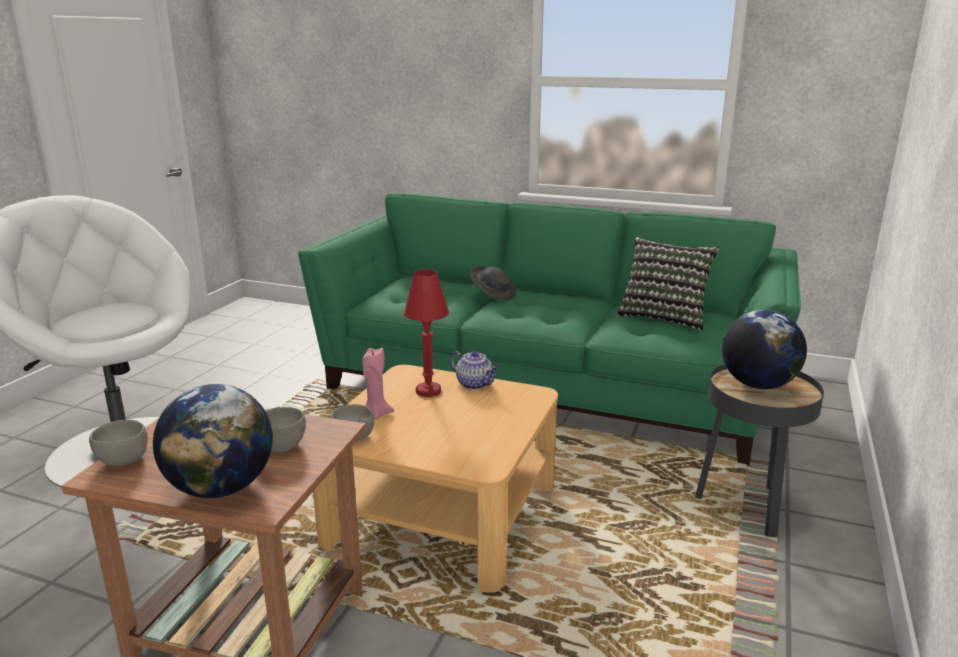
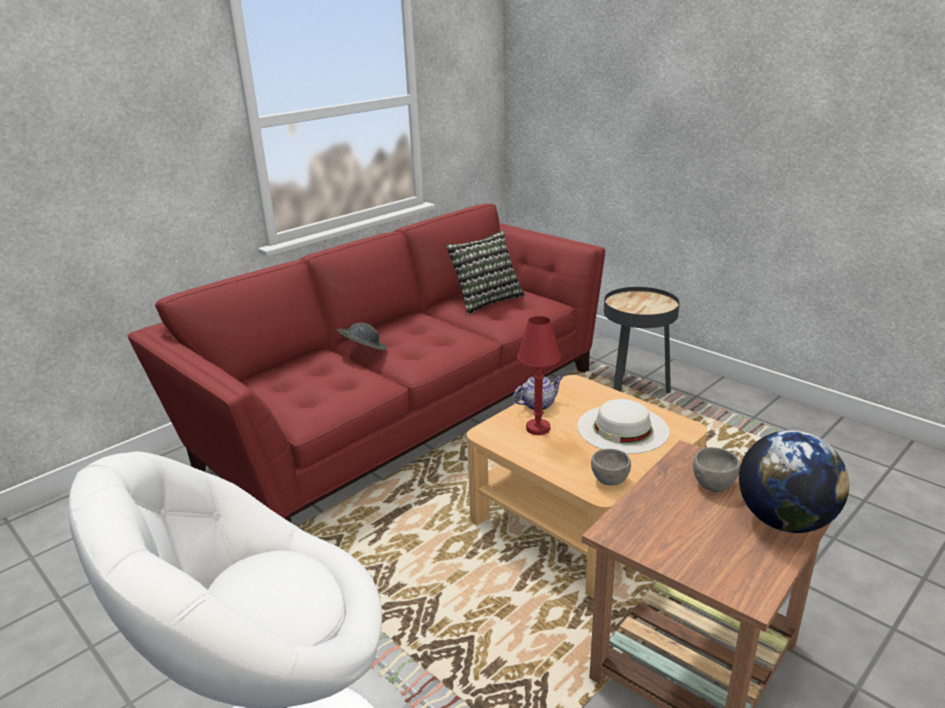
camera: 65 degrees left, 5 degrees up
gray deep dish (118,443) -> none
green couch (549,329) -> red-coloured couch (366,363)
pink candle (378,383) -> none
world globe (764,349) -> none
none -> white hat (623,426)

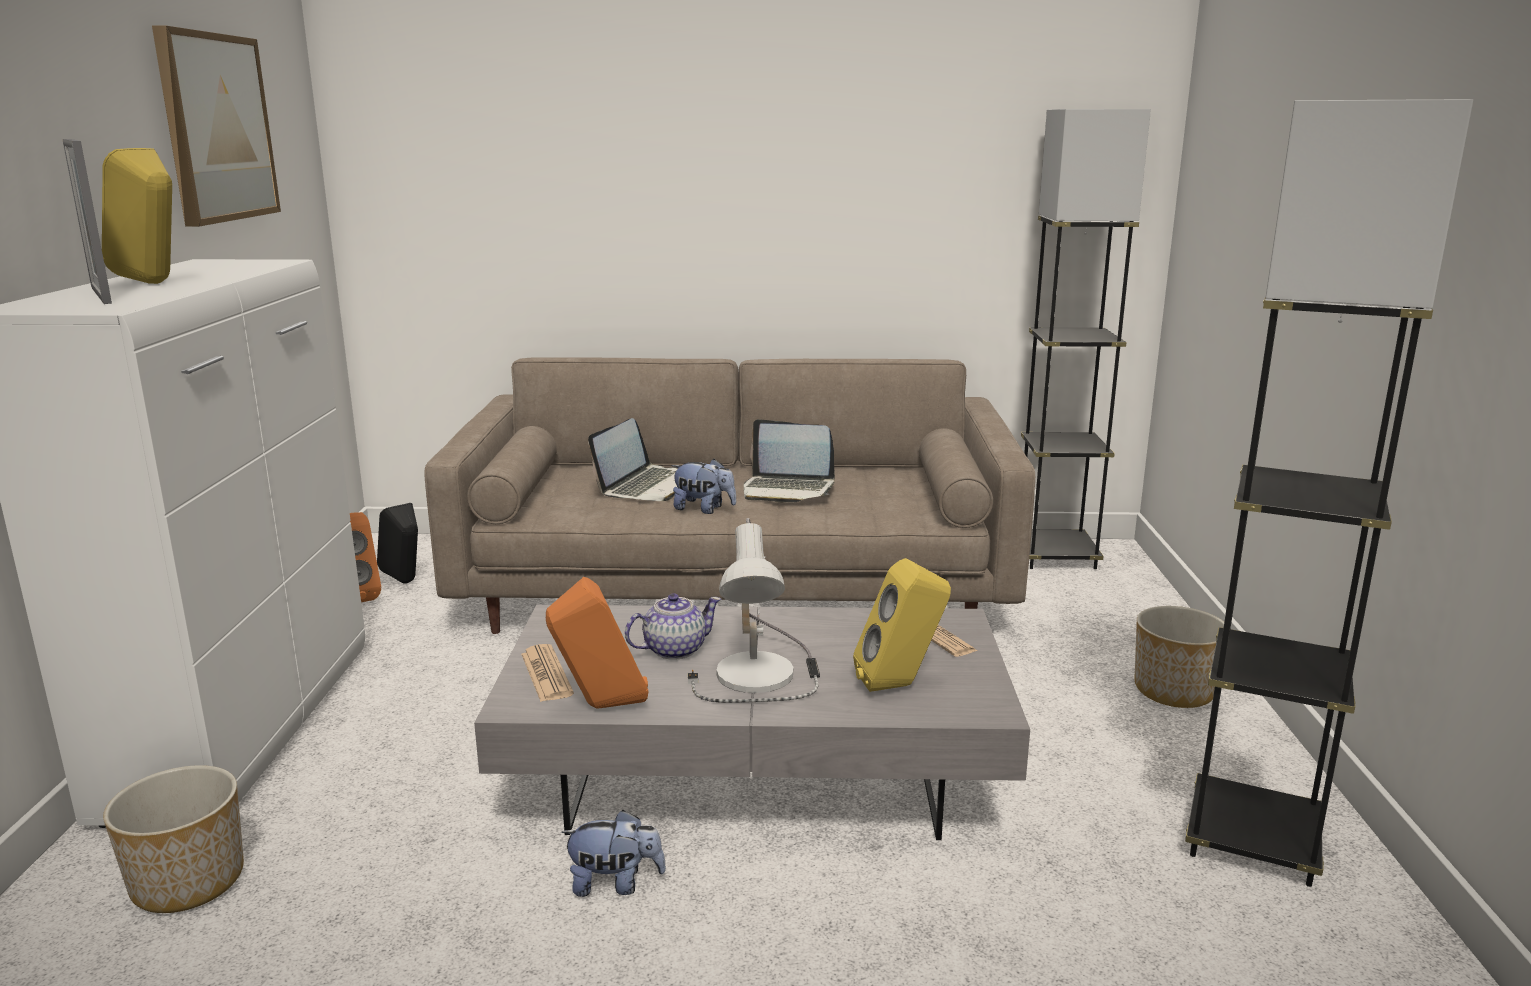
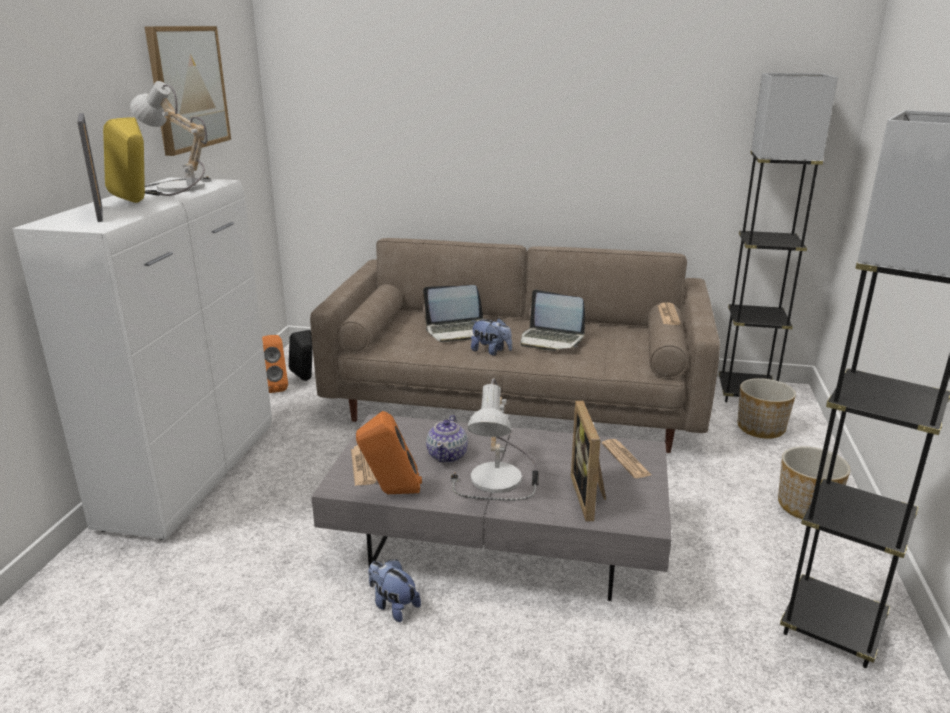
camera: 10 degrees right, 5 degrees up
planter (173,839) -> planter (766,408), relocated
plush toy (613,853) -> plush toy (394,590), 150 degrees counterclockwise
notebook computer (633,459) -> notebook computer (453,313), 45 degrees clockwise
pot for tea (673,626) -> pot for tea (447,439), 120 degrees clockwise
yellow loudspeaker (902,625) -> standing frame (588,461)
none -> tabletop lamp (170,138)
none -> daily paper (669,313)

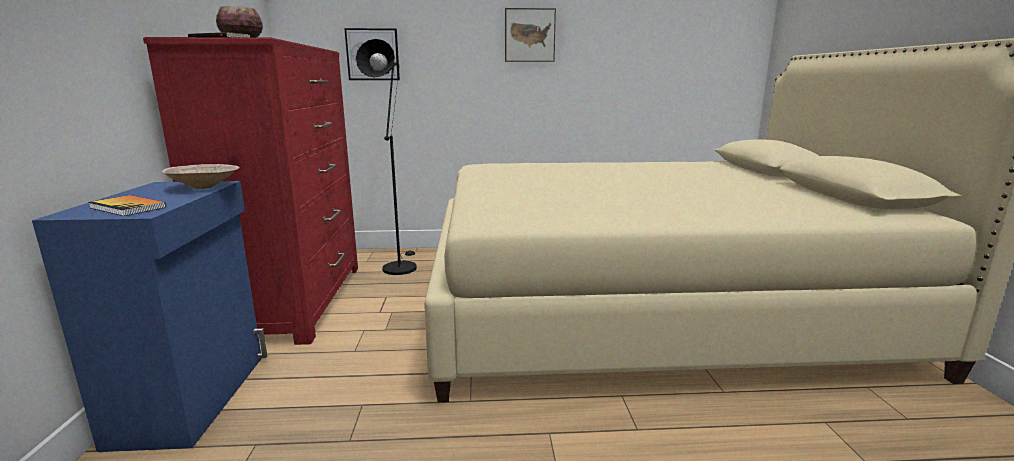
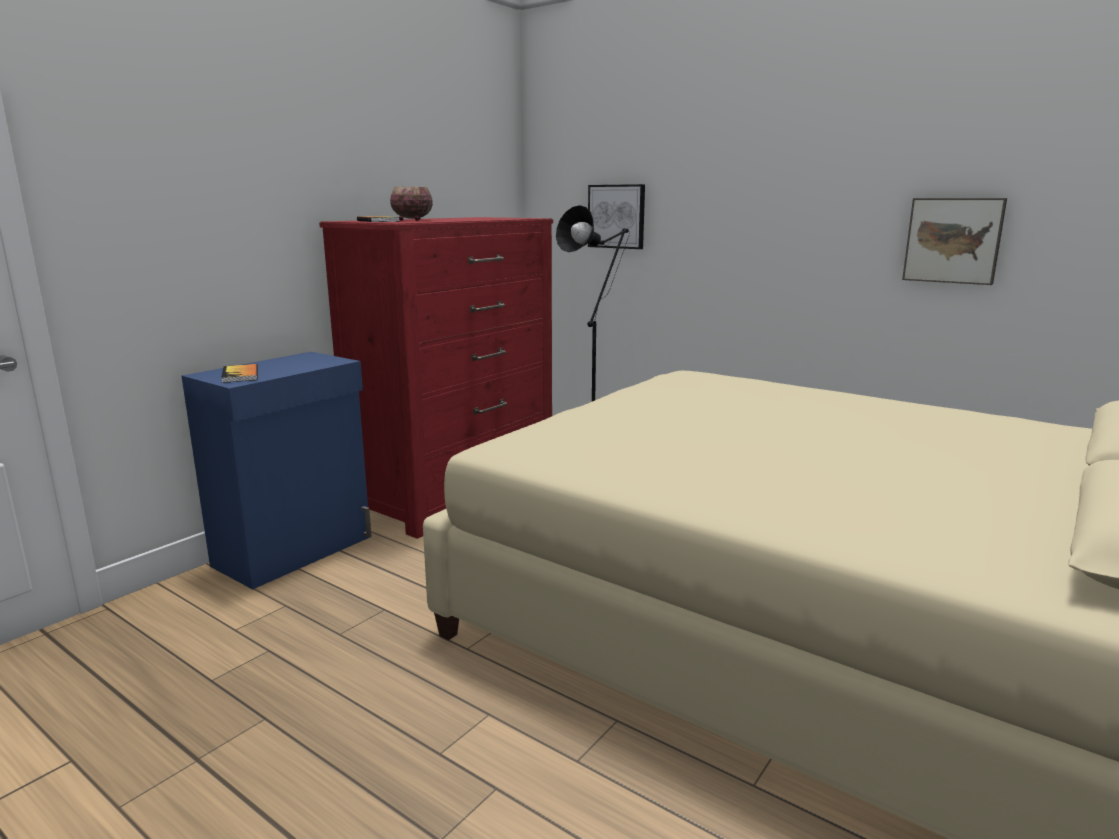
camera: 40 degrees right, 0 degrees up
beige deep dish (201,176) -> none
picture (530,35) -> picture (954,241), relocated

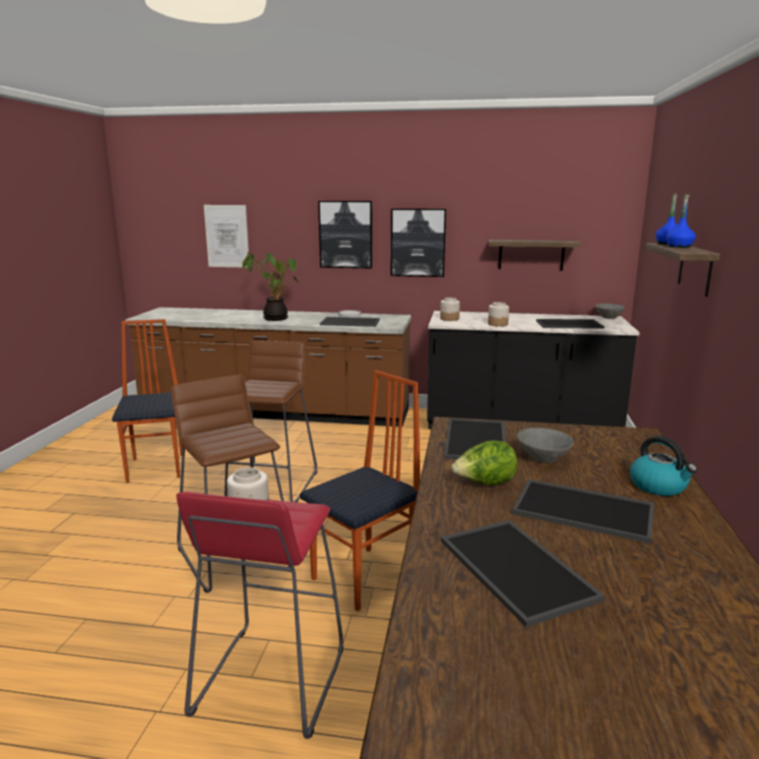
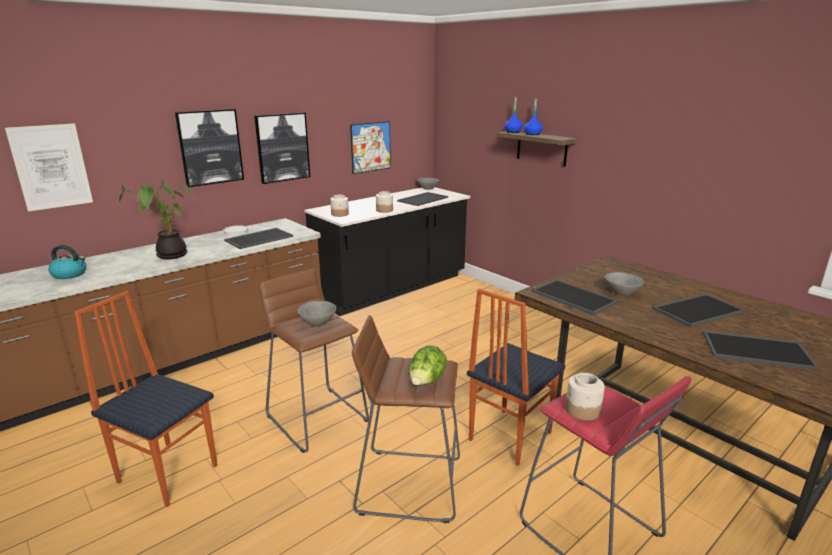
camera: 50 degrees left, 5 degrees up
upright chair (360,490) -> upright chair (516,377), 135 degrees counterclockwise
head of lettuce (484,462) -> head of lettuce (427,365), relocated
shelf (534,255) -> picture (370,147)
tea kettle (663,466) -> tea kettle (67,262), relocated
none -> gray deep dish (316,313)

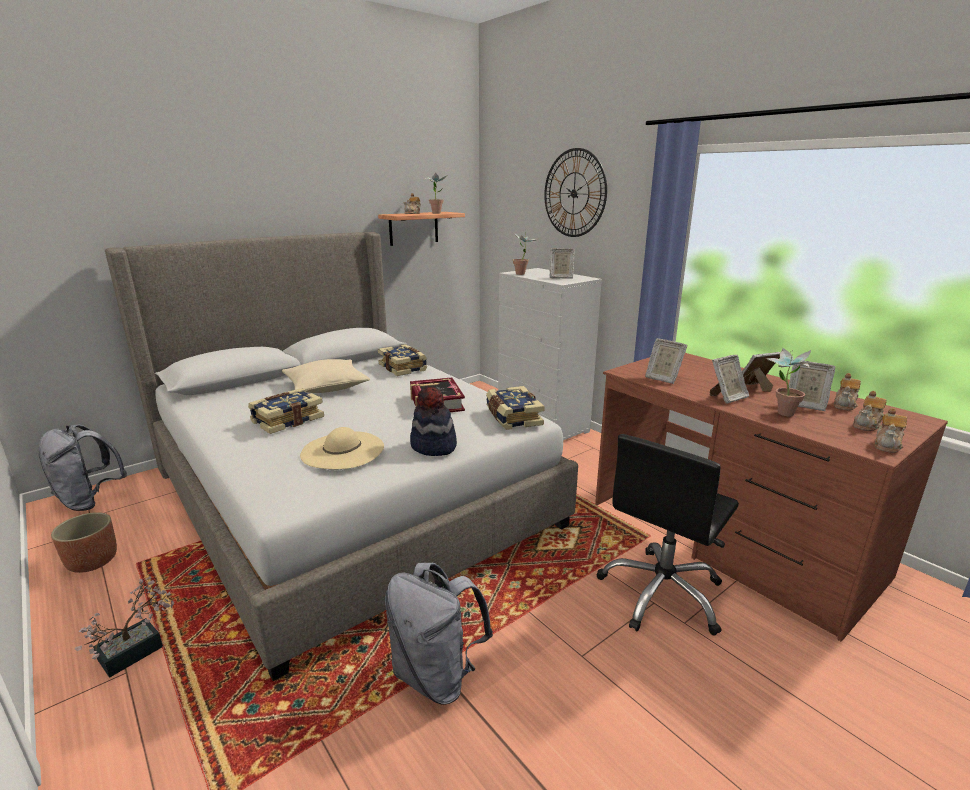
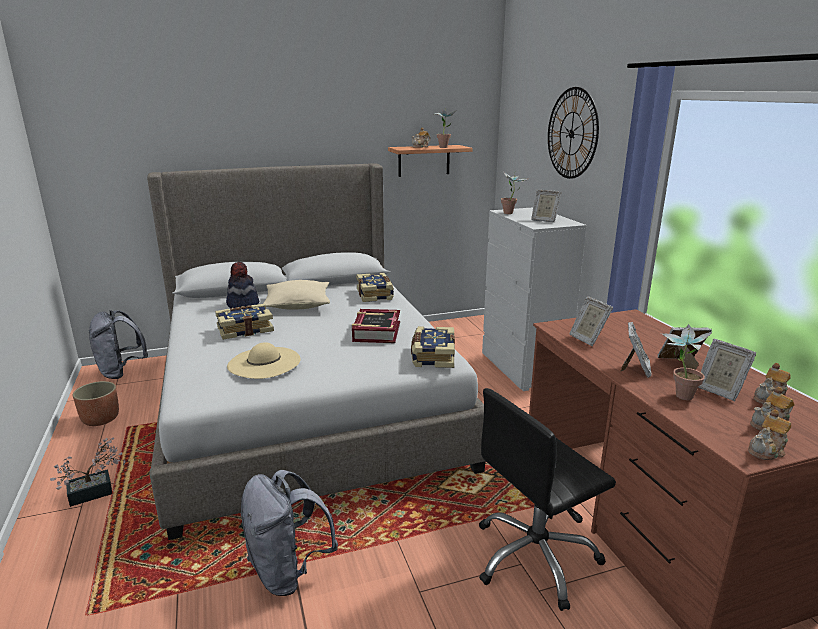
camera: 20 degrees right, 0 degrees up
hat (433,421) -> hat (242,285), relocated
standing frame (729,379) -> standing frame (636,350), 60 degrees counterclockwise

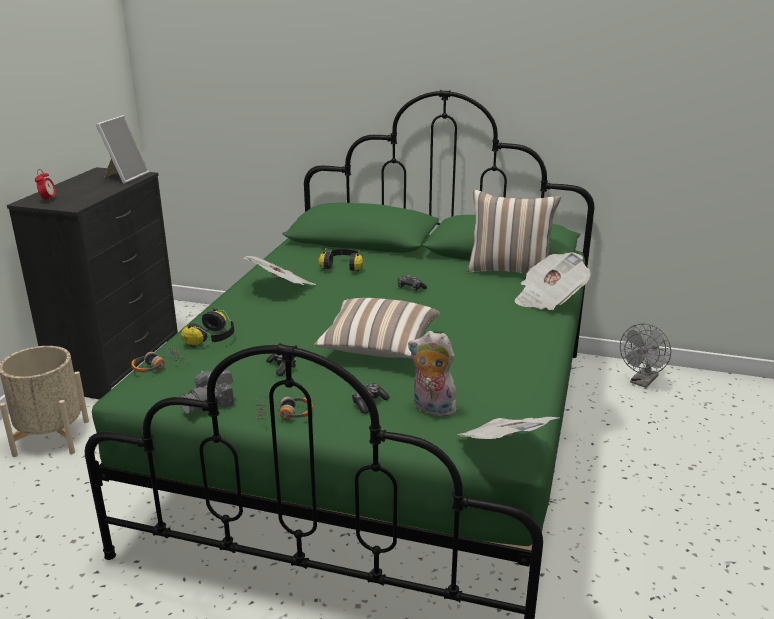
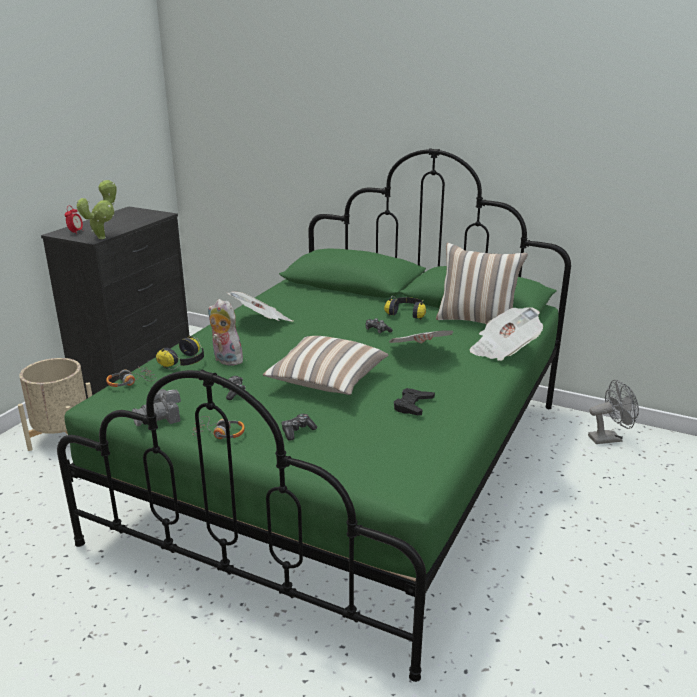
camera: 10 degrees right, 0 degrees up
standing frame (122,149) -> none
headphones (340,260) -> headphones (405,308), relocated
plush toy (433,374) -> plush toy (225,332), relocated
daily paper (507,428) -> daily paper (421,336), relocated
gray fan (645,355) -> gray fan (613,412), 150 degrees counterclockwise
none -> plant in a pot (96,209)
none -> black-coloured game controller (414,401)

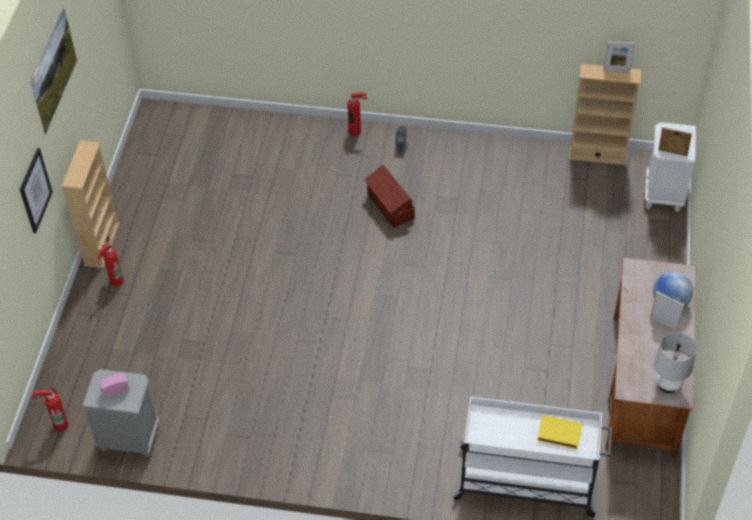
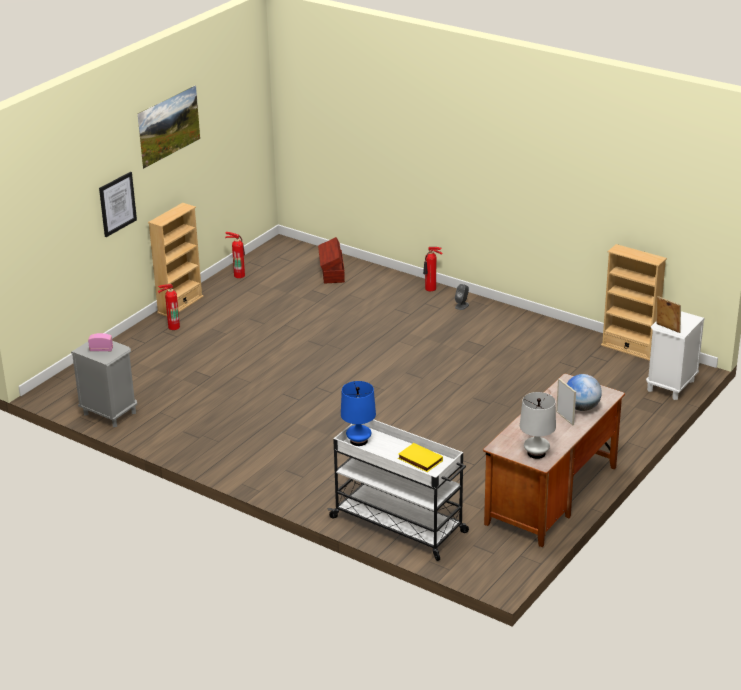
camera: 25 degrees right, 20 degrees down
extinguisher (51,409) -> extinguisher (235,255), relocated
brown-coloured storage box (389,196) -> brown-coloured storage box (331,260), relocated
standing frame (619,57) -> none
none -> bluish tabletop lamp (358,413)

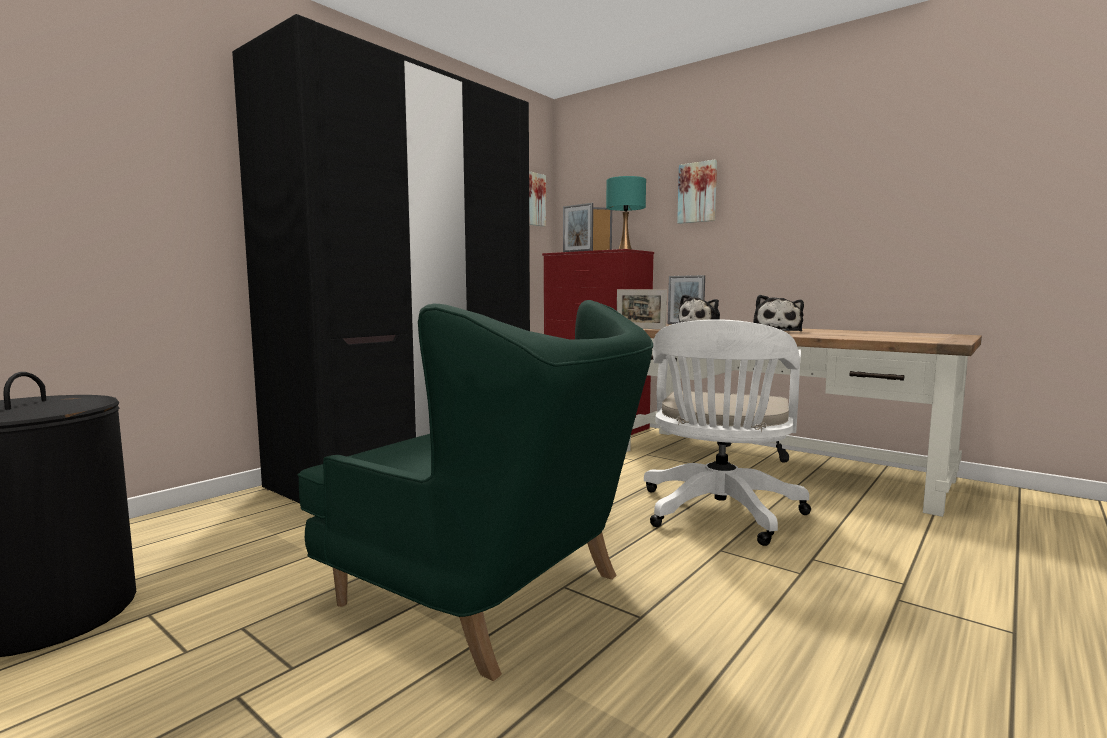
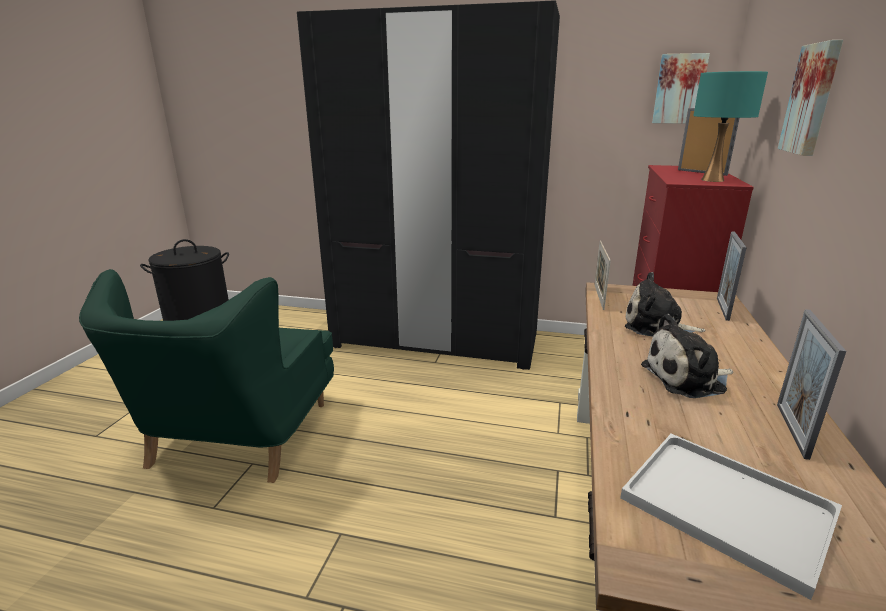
camera: 65 degrees right, 15 degrees up
standing frame (578,227) -> standing frame (811,384), relocated
white office chair (727,432) -> none
none -> white tray (731,517)

